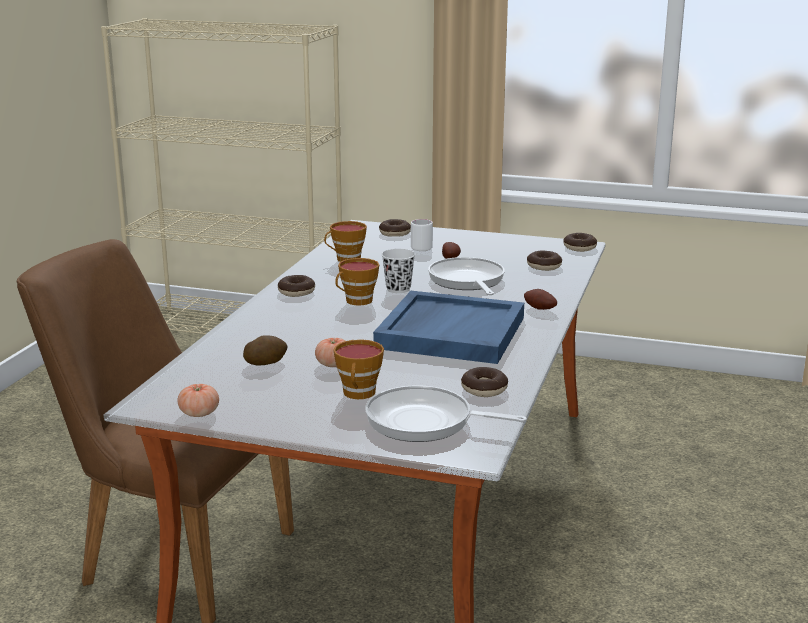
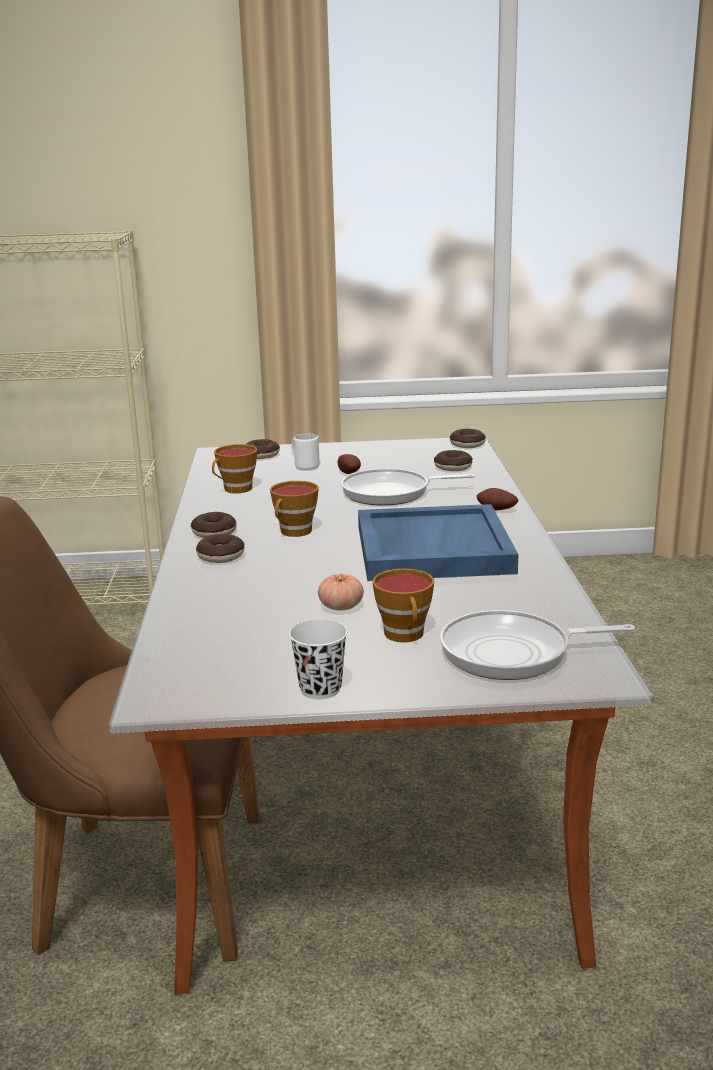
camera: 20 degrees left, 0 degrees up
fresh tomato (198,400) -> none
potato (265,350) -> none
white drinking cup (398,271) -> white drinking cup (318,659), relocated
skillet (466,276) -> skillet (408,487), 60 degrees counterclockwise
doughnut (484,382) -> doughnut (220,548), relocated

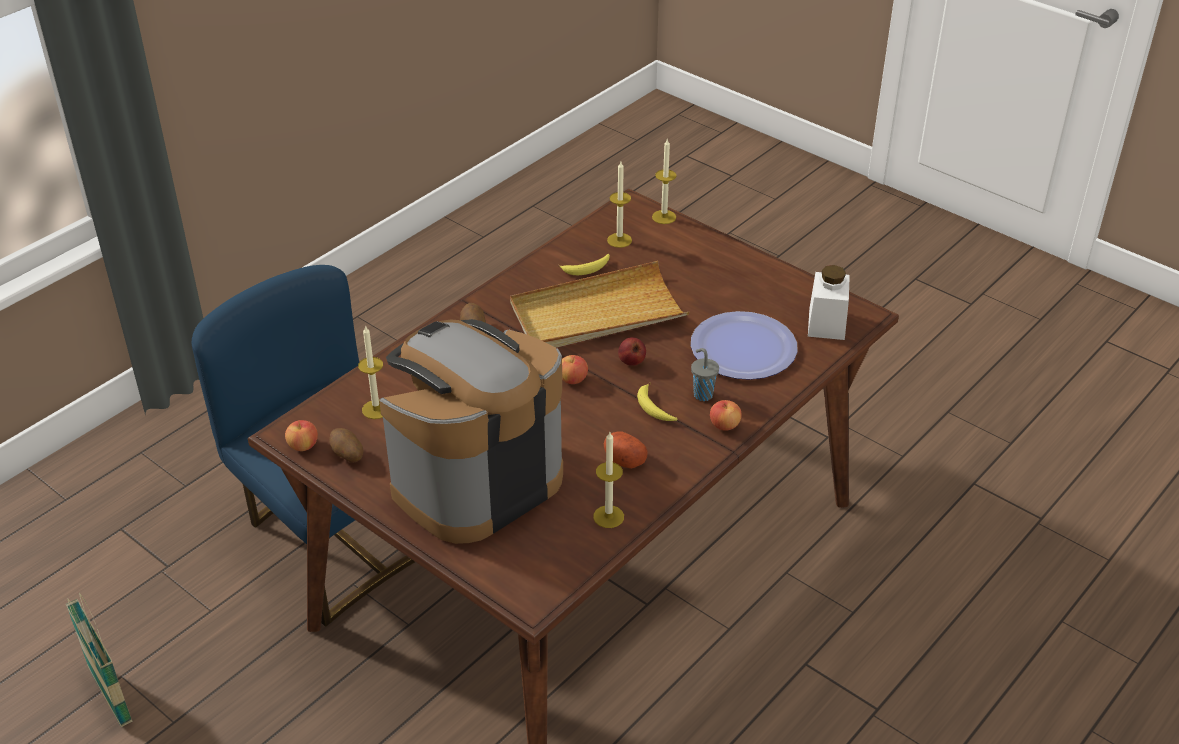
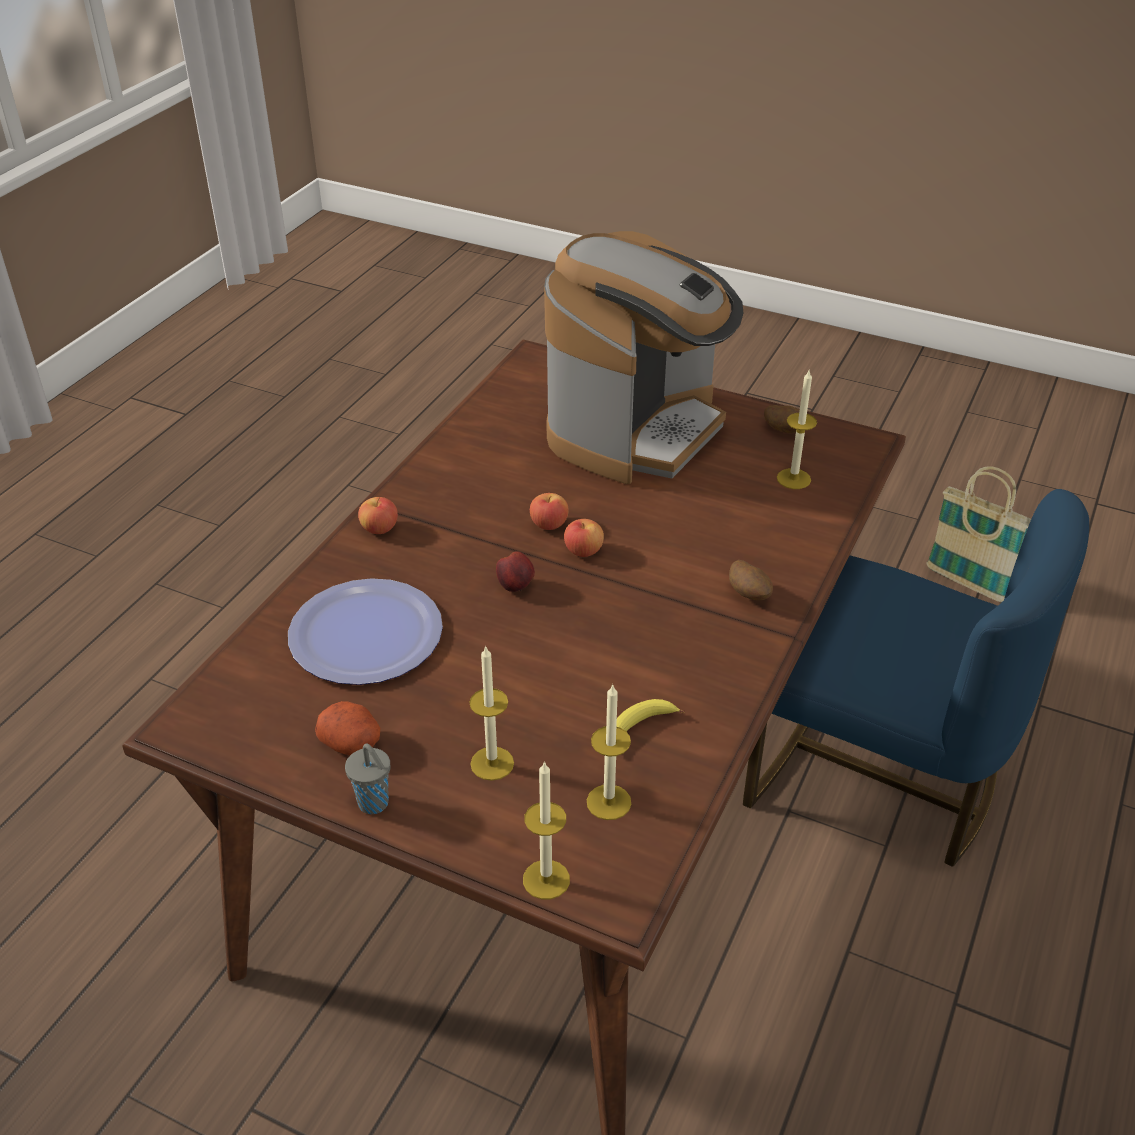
camera: 165 degrees right, 0 degrees up
apple fruit (301,435) -> apple fruit (549,511), relocated
beige tray (599,304) -> none
candle (608,480) -> candle (491,713), relocated
potato (626,450) -> potato (347,728), relocated
banana (657,401) -> none
gray drinking cup (705,374) -> gray drinking cup (367,779), relocated
white preserve jar (829,302) -> none

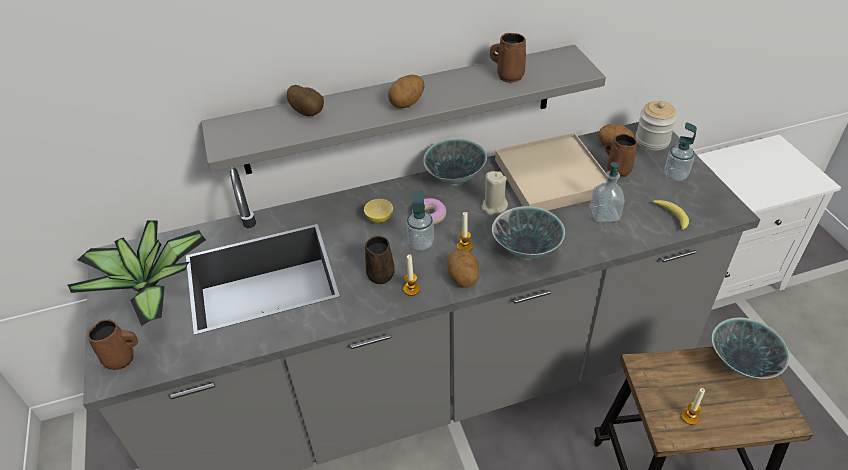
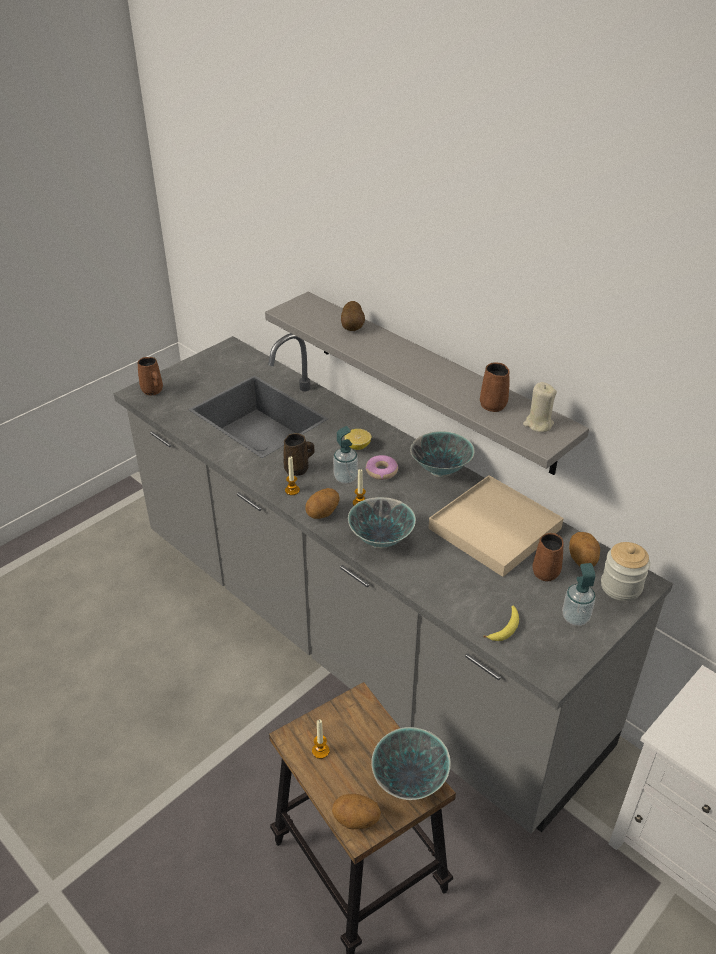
camera: 60 degrees right, 5 degrees down
plant in a pot (136,273) -> none
potato (406,91) -> potato (356,811), relocated
beige candle (494,193) -> beige candle (540,407), relocated
liquid soap bottle (607,192) -> none

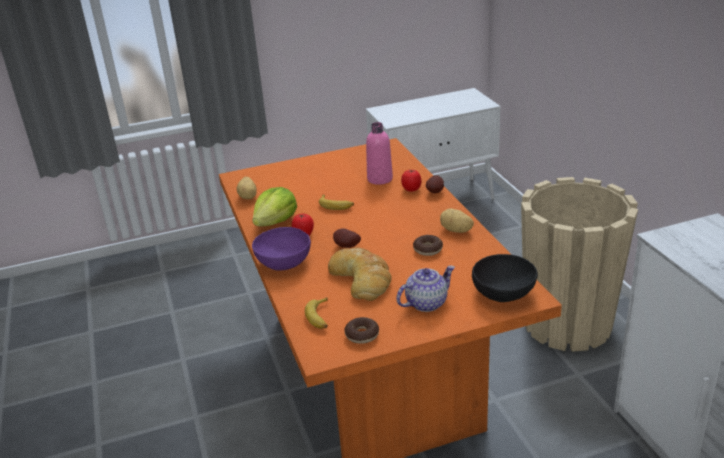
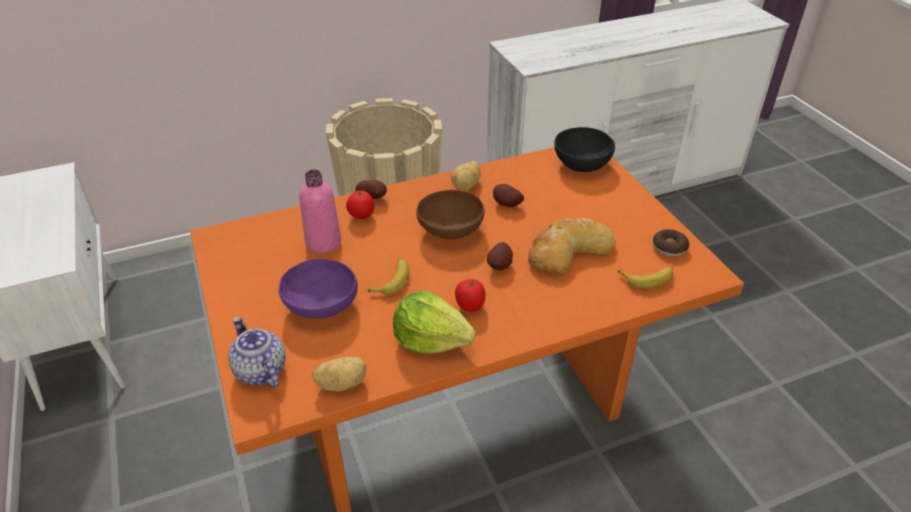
camera: 95 degrees left, 10 degrees up
purplish deep dish (281,249) -> purplish deep dish (318,289), relocated
pot for tea (425,289) -> pot for tea (257,352), relocated
doughnut (428,245) -> potato (508,195)
none -> brown-coloured deep dish (450,214)

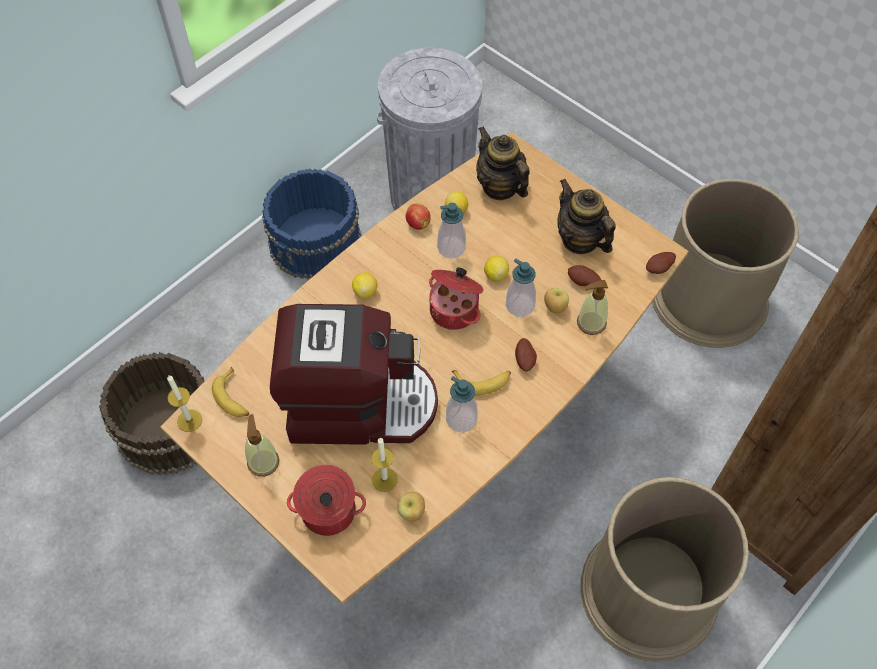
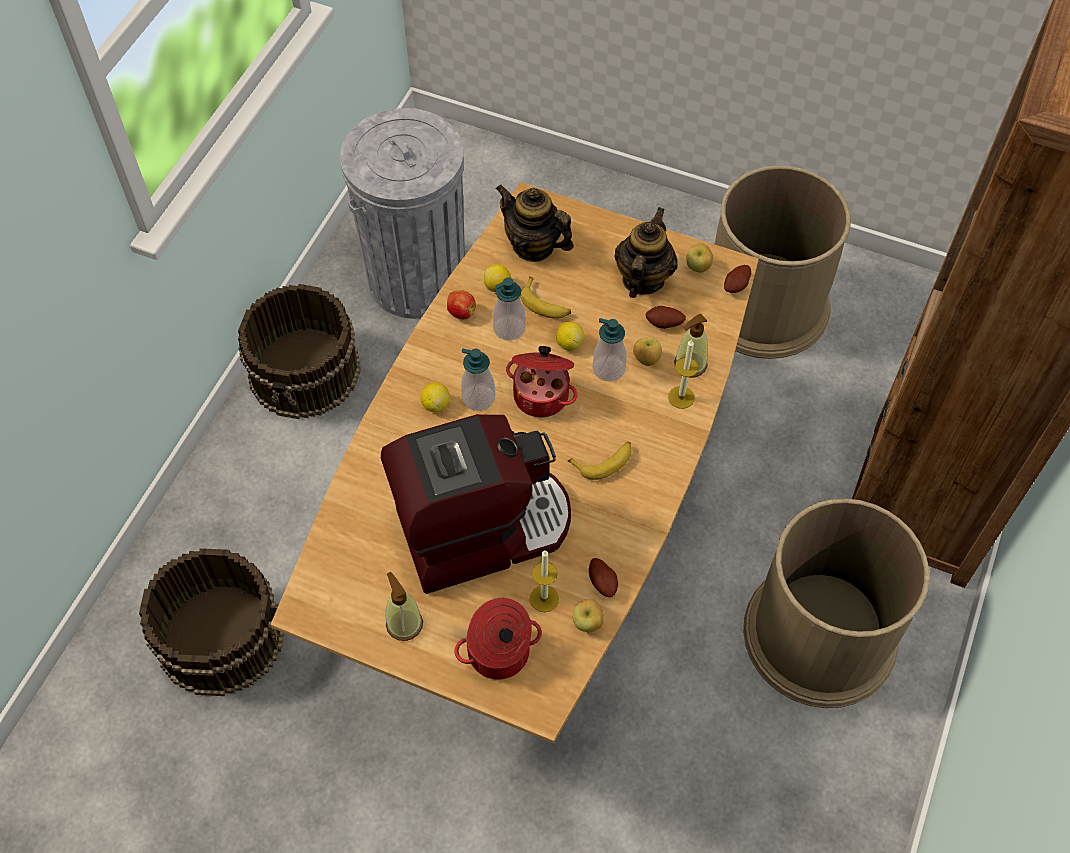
camera: 20 degrees left, 0 degrees up
candle (184,403) -> candle (683,374), relocated
banana (230,392) -> banana (545,297), relocated
bluish pail (311,224) -> brown-coloured pail (299,351)
liquid soap bottle (461,404) -> liquid soap bottle (478,380), relocated
potato (526,354) -> potato (603,577), relocated
pot for tea (586,216) -> pot for tea (646,252), 75 degrees clockwise
none -> apple fruit (699,258)

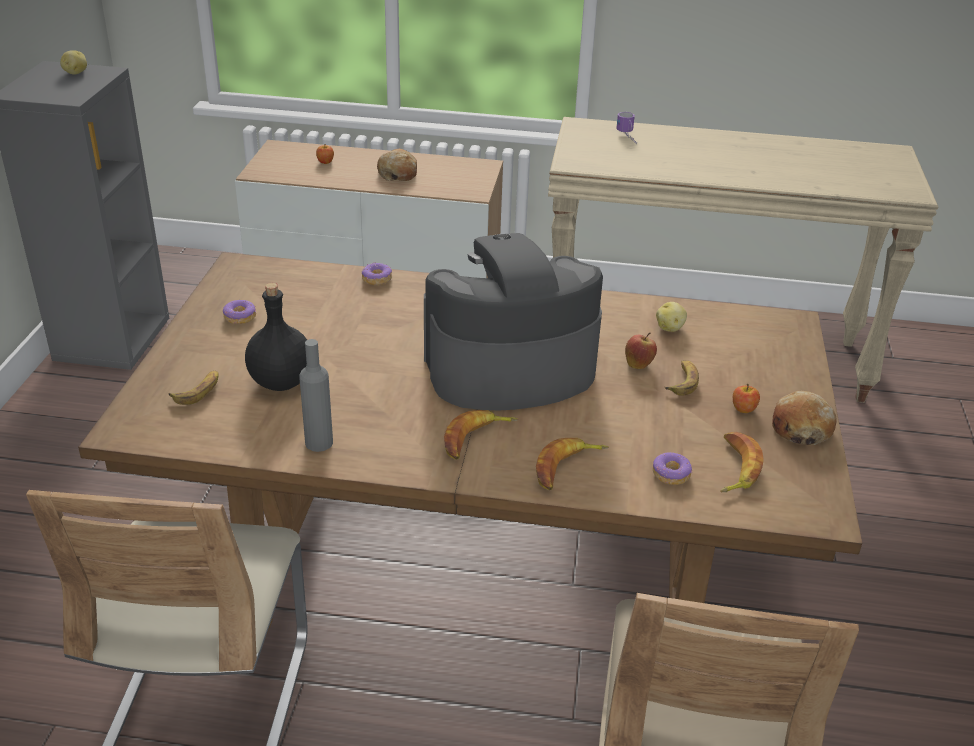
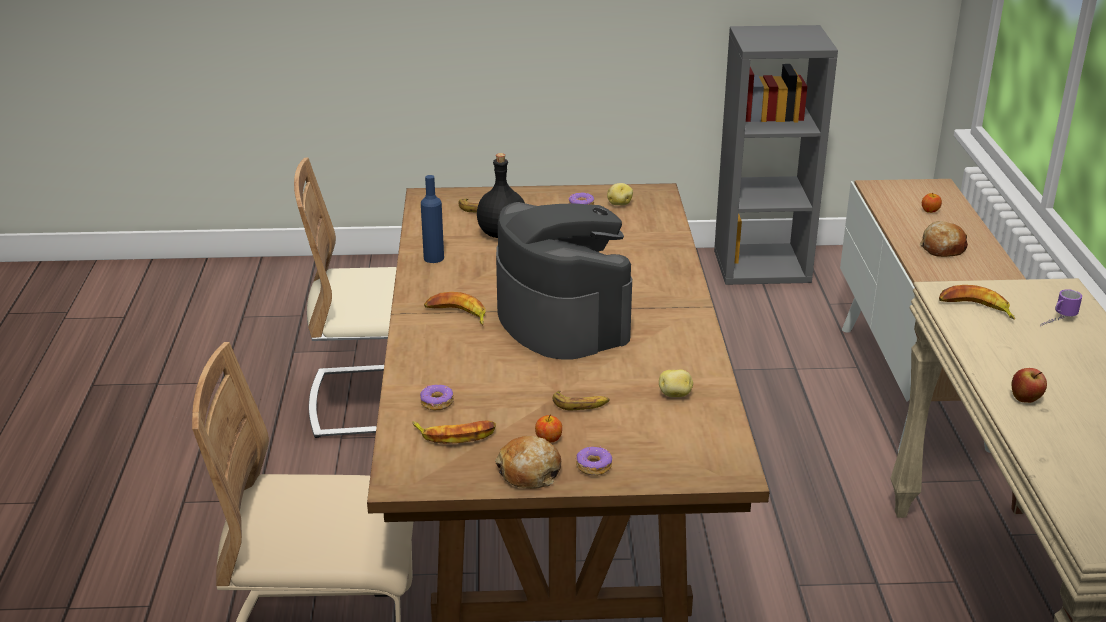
camera: 80 degrees right, 5 degrees down
potato (73,62) -> potato (620,194), relocated
gray beverage bottle (316,395) -> bluish beverage bottle (432,219)
doughnut (377,274) -> doughnut (594,461), relocated
banana (572,464) -> banana (977,302), relocated
apple fruit (641,351) -> apple fruit (1029,385), relocated

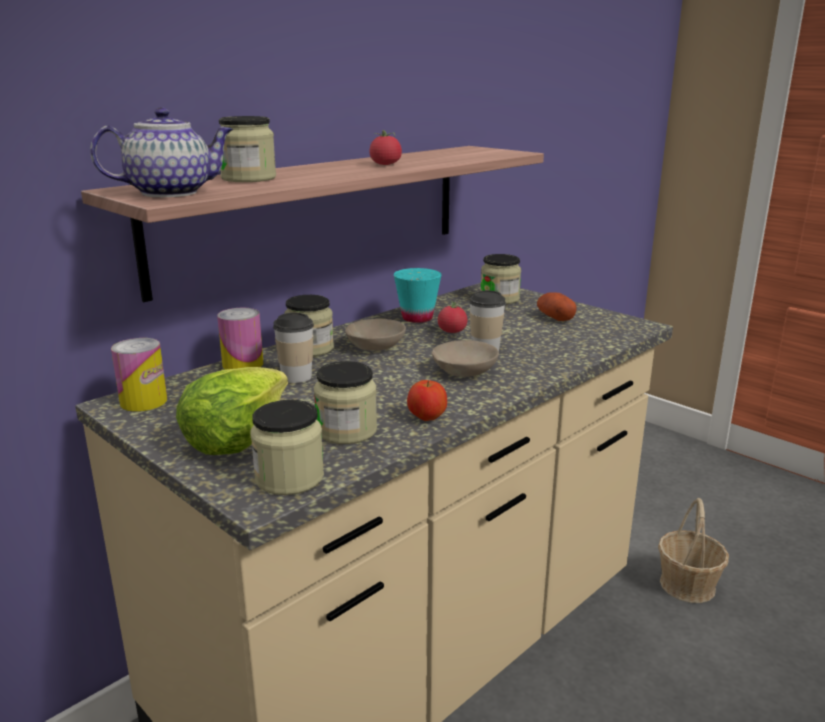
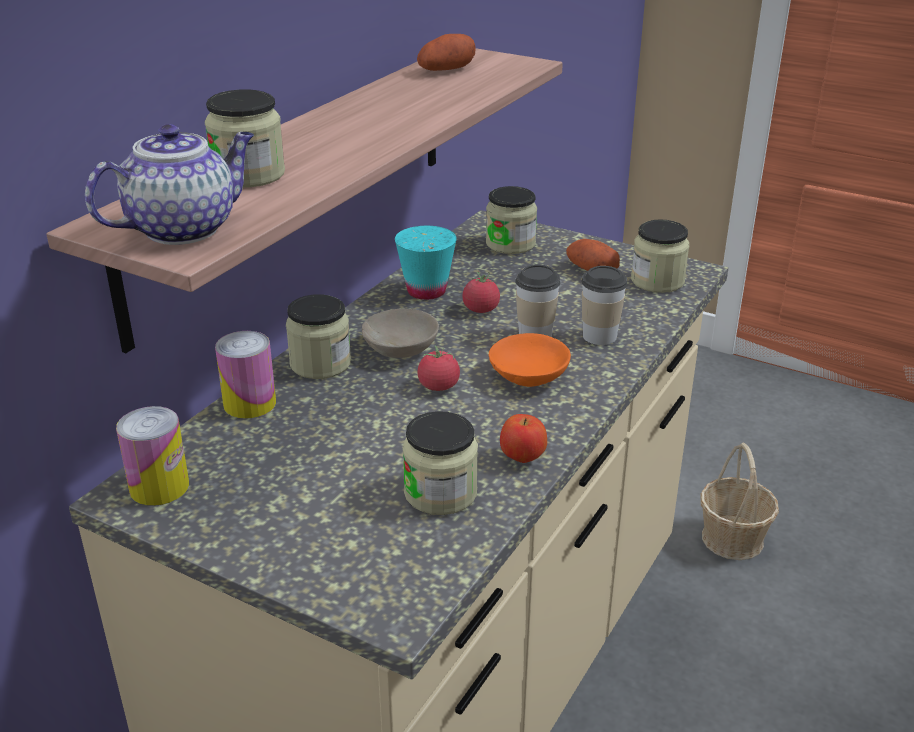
camera: 15 degrees left, 10 degrees up
head of lettuce (232,411) -> none
preserve jar (287,447) -> preserve jar (660,256), relocated
drinking cup (293,348) -> drinking cup (604,305), relocated
fresh tomato (385,147) -> fresh tomato (438,368), relocated
beige deep dish (465,358) -> orange-coloured deep dish (530,360)
none -> potato (446,52)

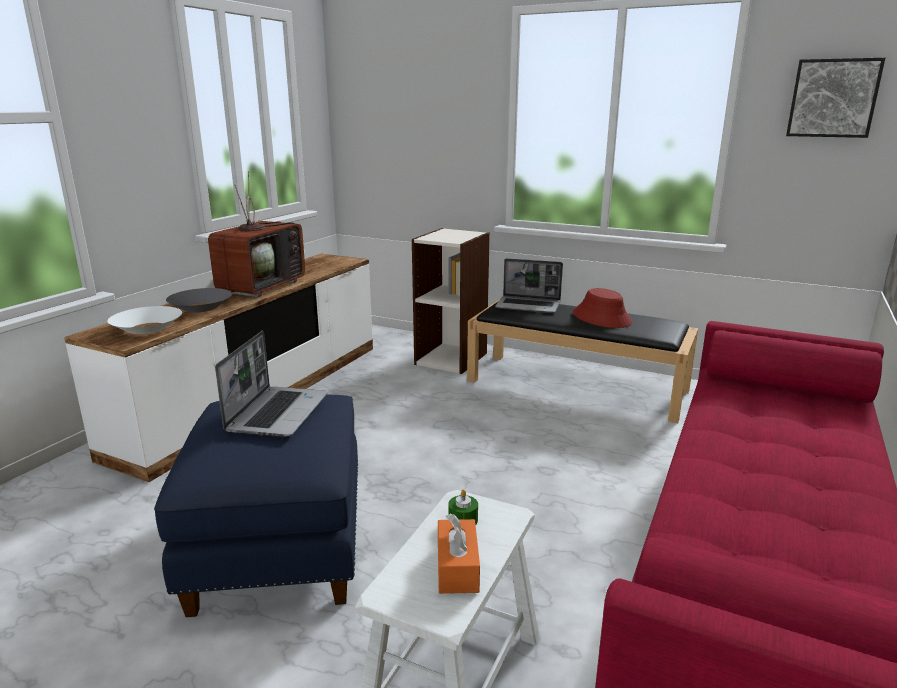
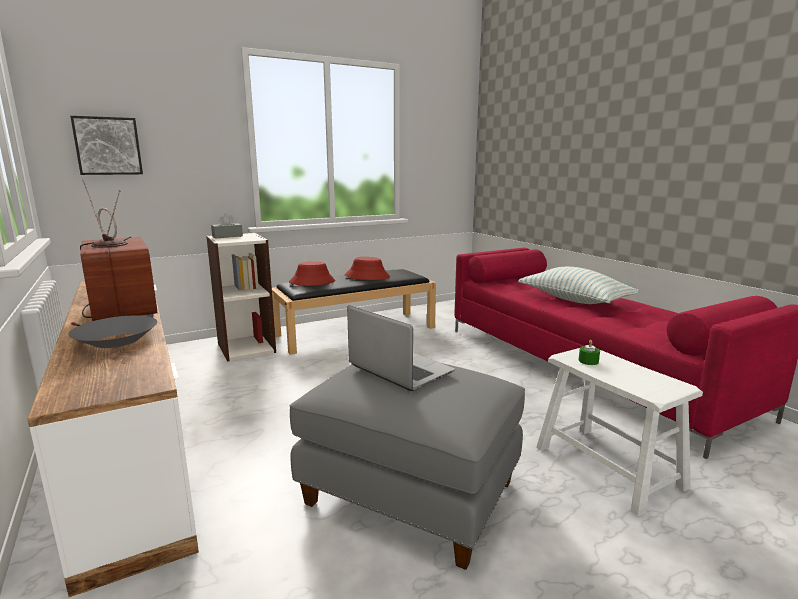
camera: 55 degrees left, 5 degrees down
white deep dish (145,320) -> none
bluish ottoman (256,505) -> gray ottoman (407,466)
orange-coloured box of tissues (459,554) -> none
notebook computer (529,285) -> red-coloured hat (312,273)
picture (835,98) -> picture (106,145), relocated
none -> gray box of tissues (227,226)
none -> pillow (578,285)

